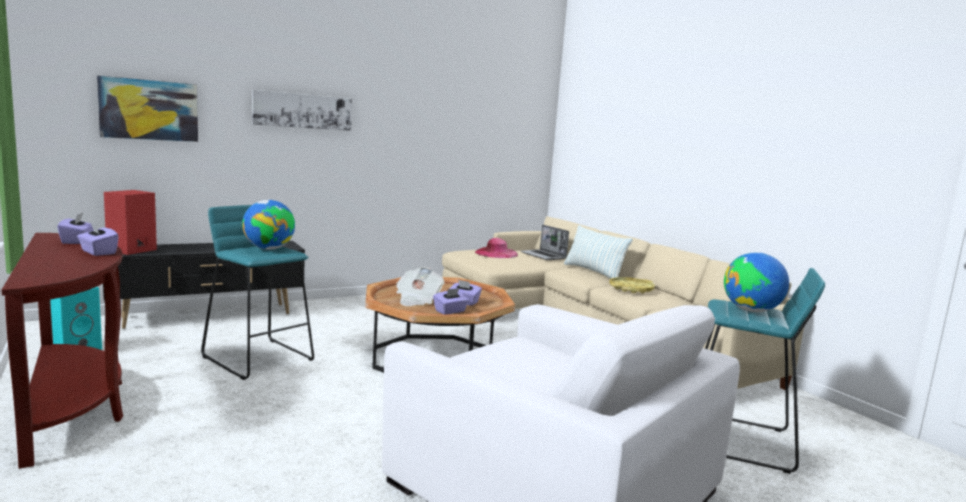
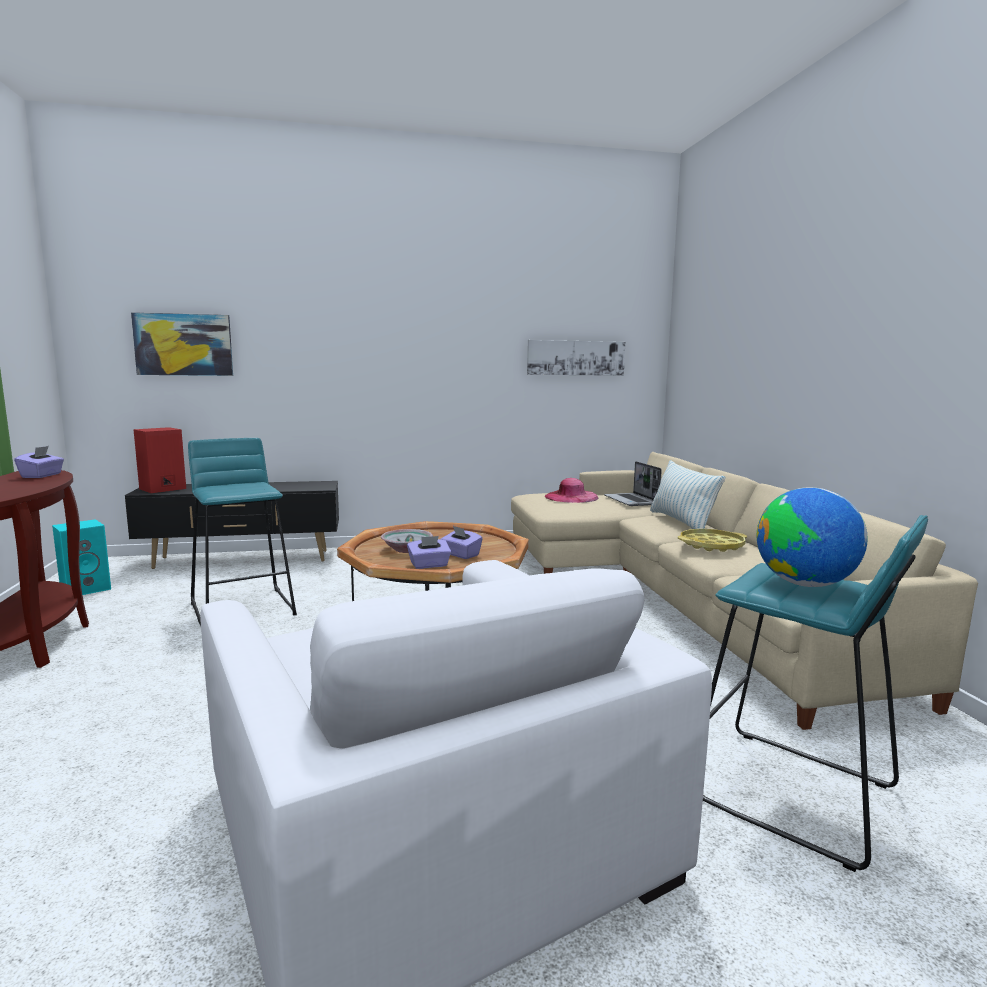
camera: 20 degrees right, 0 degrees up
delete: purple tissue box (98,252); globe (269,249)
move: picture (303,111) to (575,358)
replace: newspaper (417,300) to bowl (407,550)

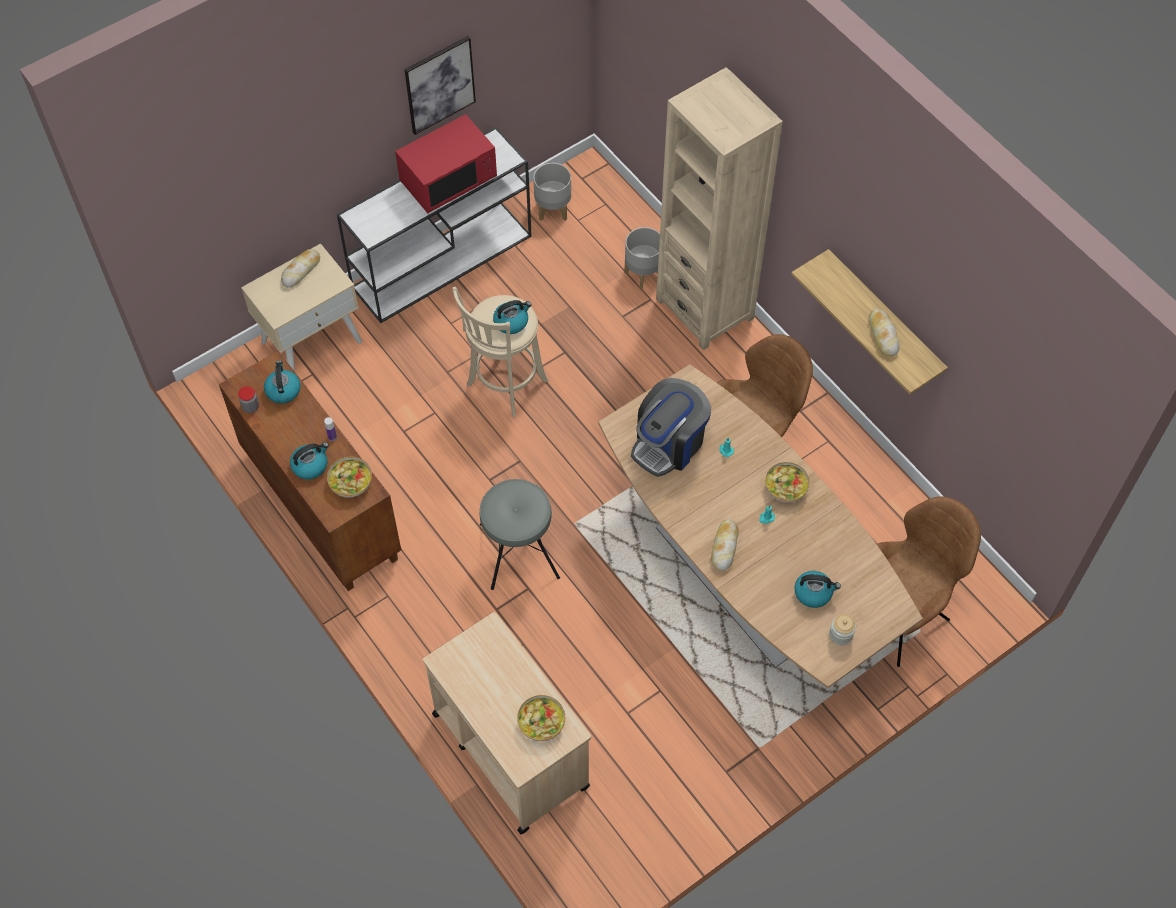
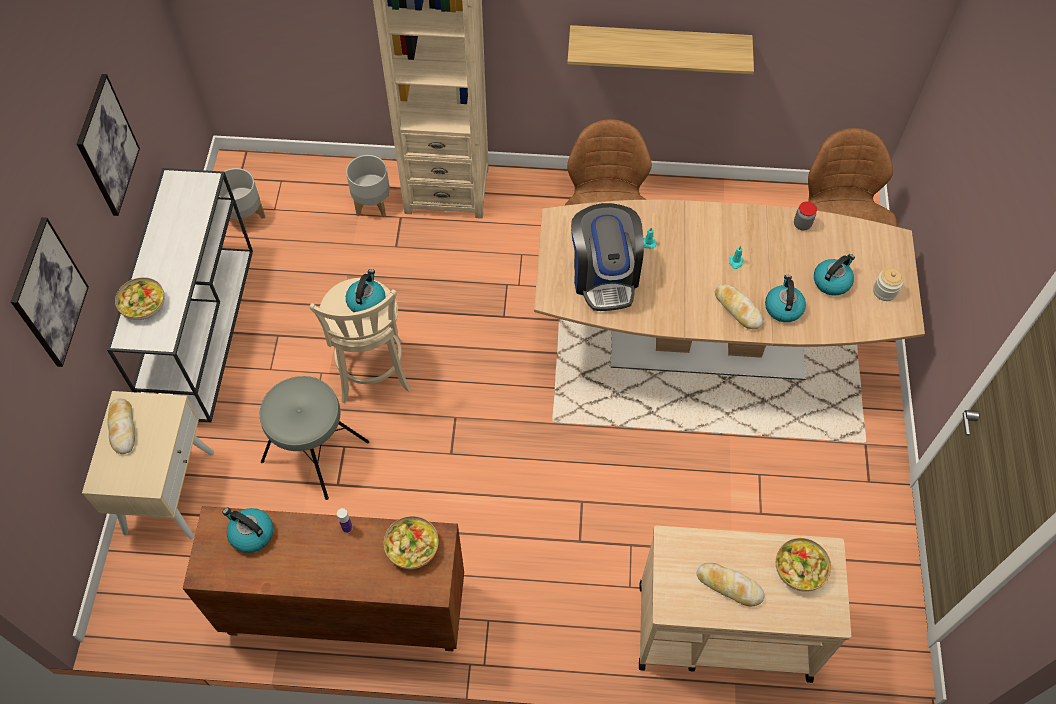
camera: 50 degrees left, 0 degrees up
delete: red microwave (448,180)
insert: picture (49,293)
move: jar (250,407) to (802,224); kettle (310,465) to (783,307); grey stool (518,551) to (314,452); bowl (786,488) to (144,305); bread (883,335) to (729,586)

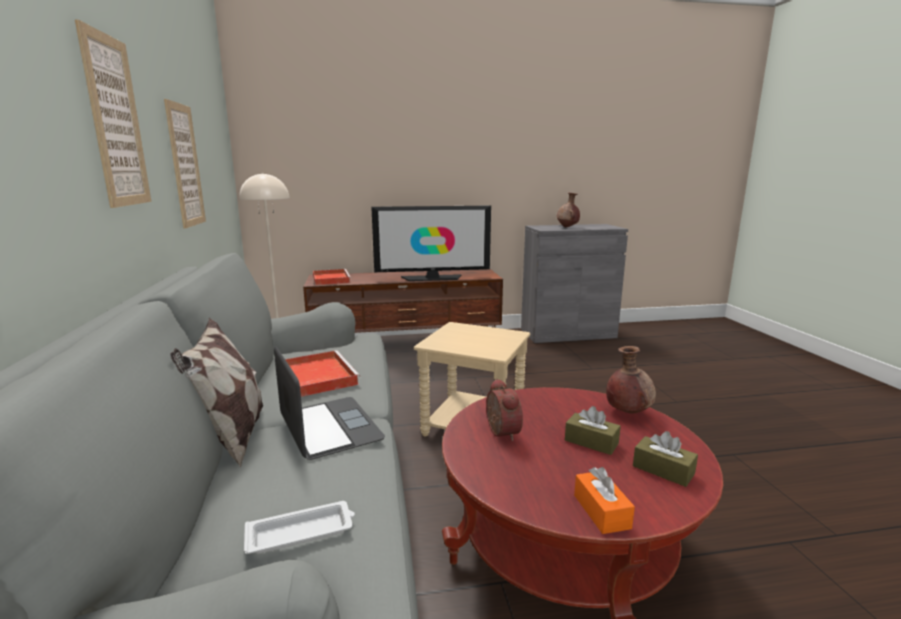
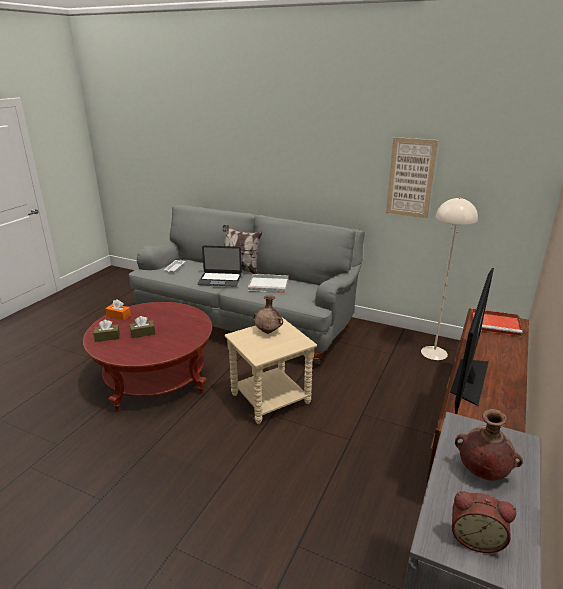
camera: 125 degrees right, 10 degrees up
delete: picture (116,122)
move: alarm clock (500,432) to (475,537); brown vase (627,412) to (268,332)
recolor: red tray (317,376) to white tray (269,285)

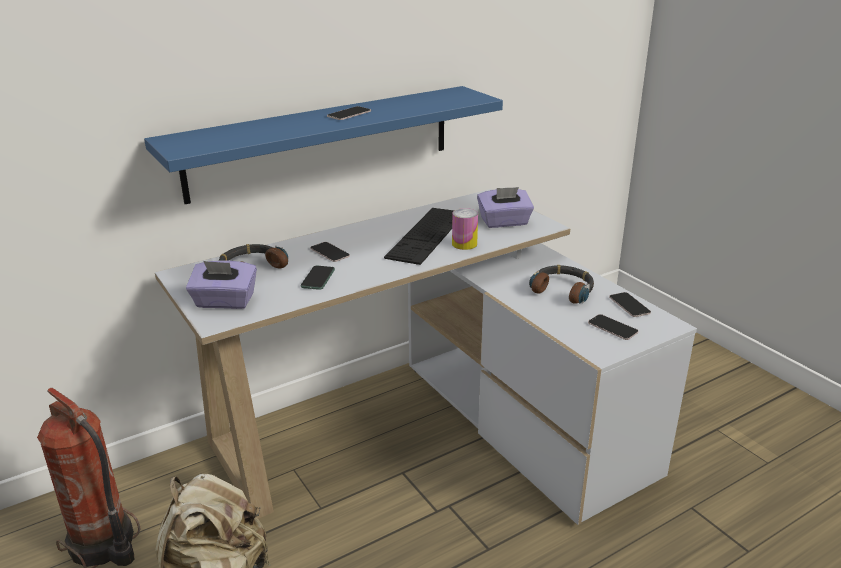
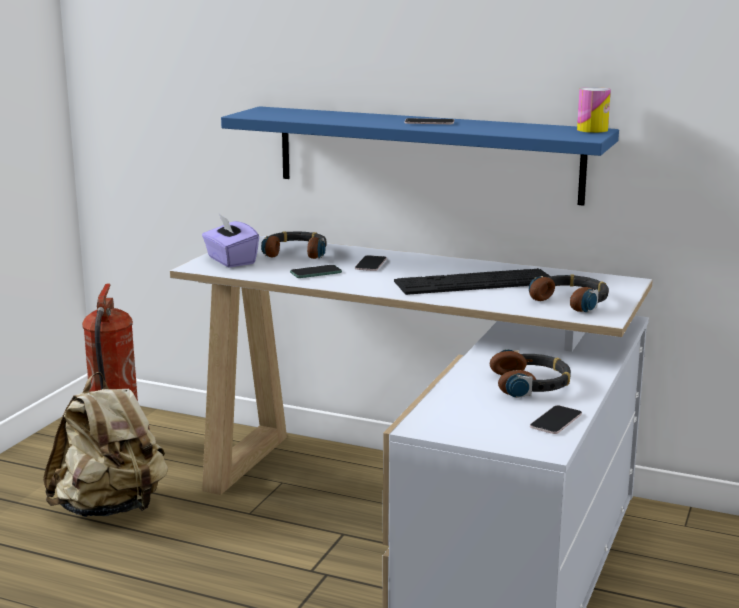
camera: 55 degrees right, 10 degrees down
delete: phone (612,328)
move: can (464,244) to (592,130)
replace: purple tissue box (504,222) to headphones (571,301)

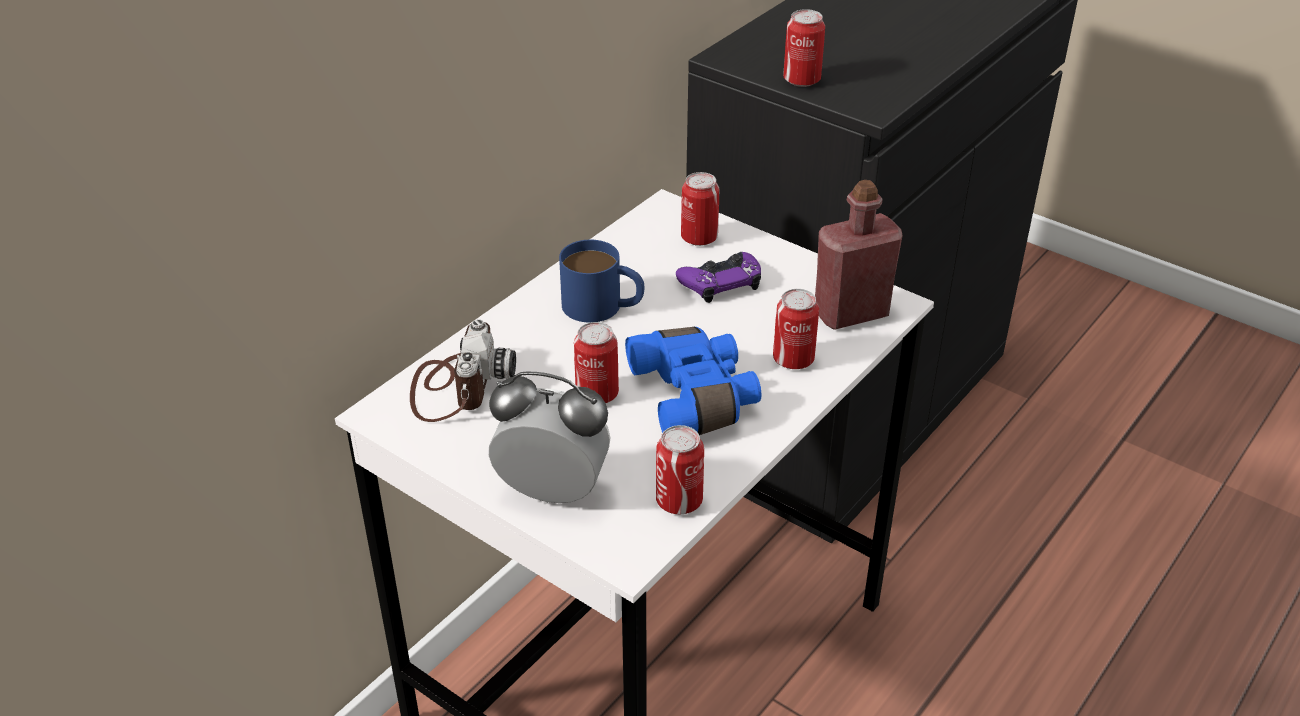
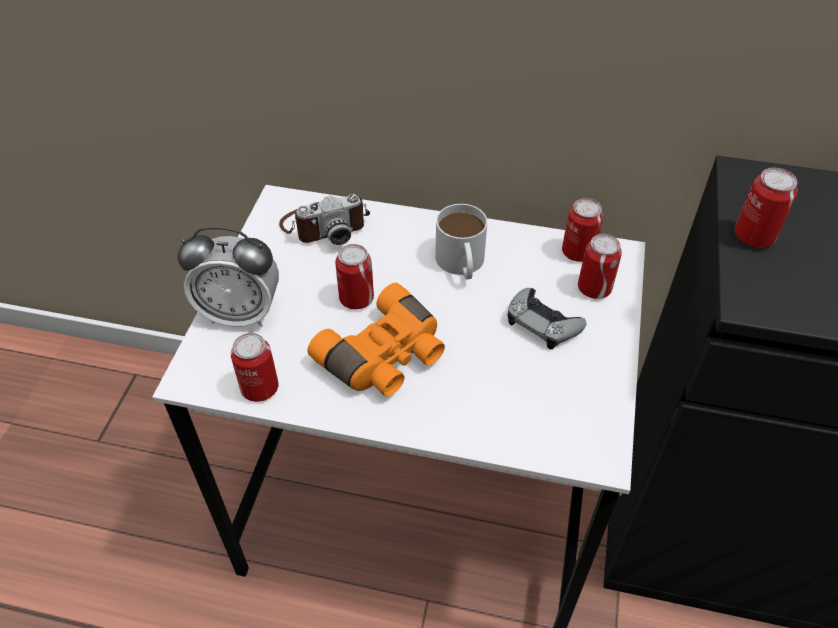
camera: 65 degrees right, 10 degrees up
delete: red bottle (851,313)
move: can (793,359) to (577,252)
recolor: blue mug (603,306) to white mug (461,264); blue binoculars (696,396) to orange binoculars (385,357); purple game controller (721,282) to grey game controller (543,323)
rotate: alarm clock (552,491) = (240,313) 105 degrees clockwise

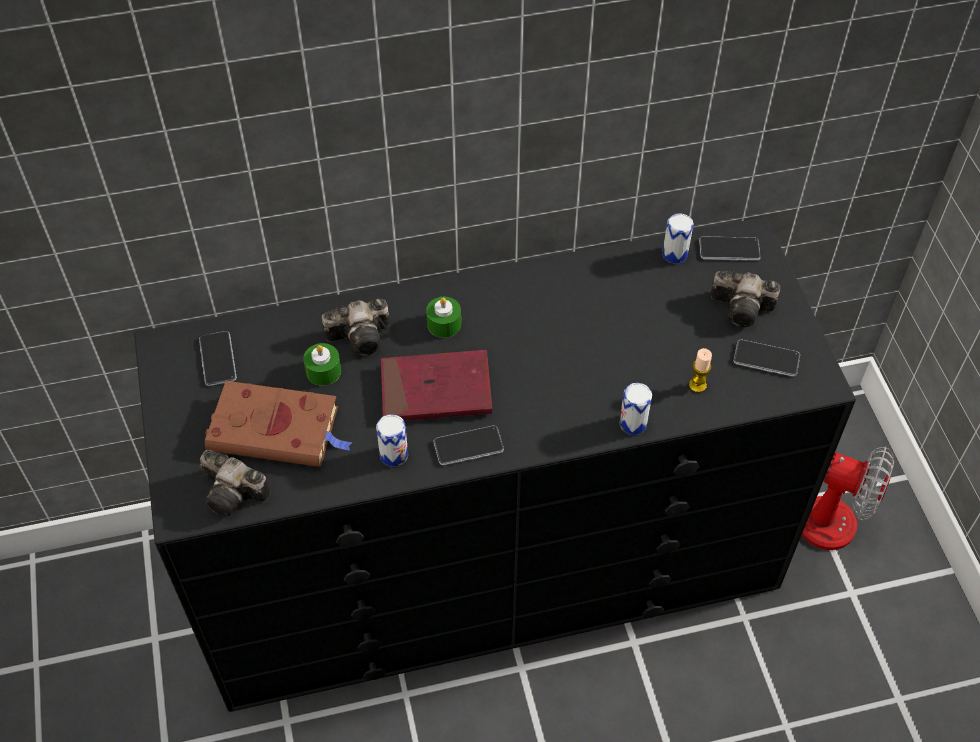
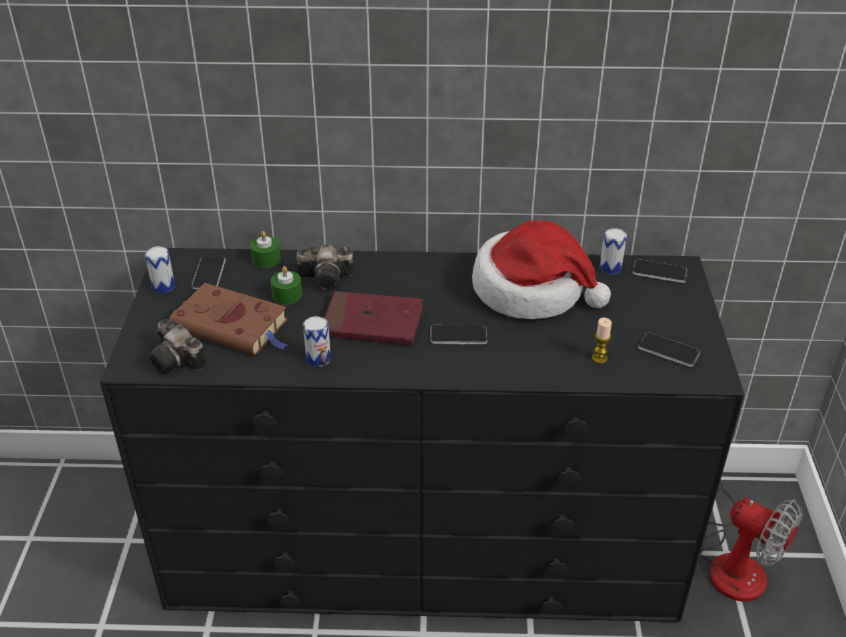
camera: 15 degrees right, 15 degrees down
delete: photo camera (744,308)
insert: hat (531,290)
move: green candle (444,324) to (266,259); phone (468,446) to (458,336); can (633,423) to (163,286)

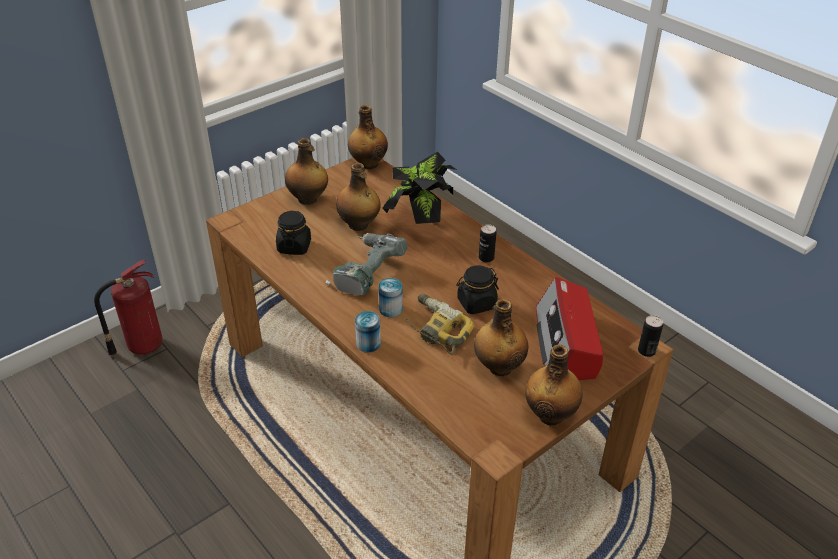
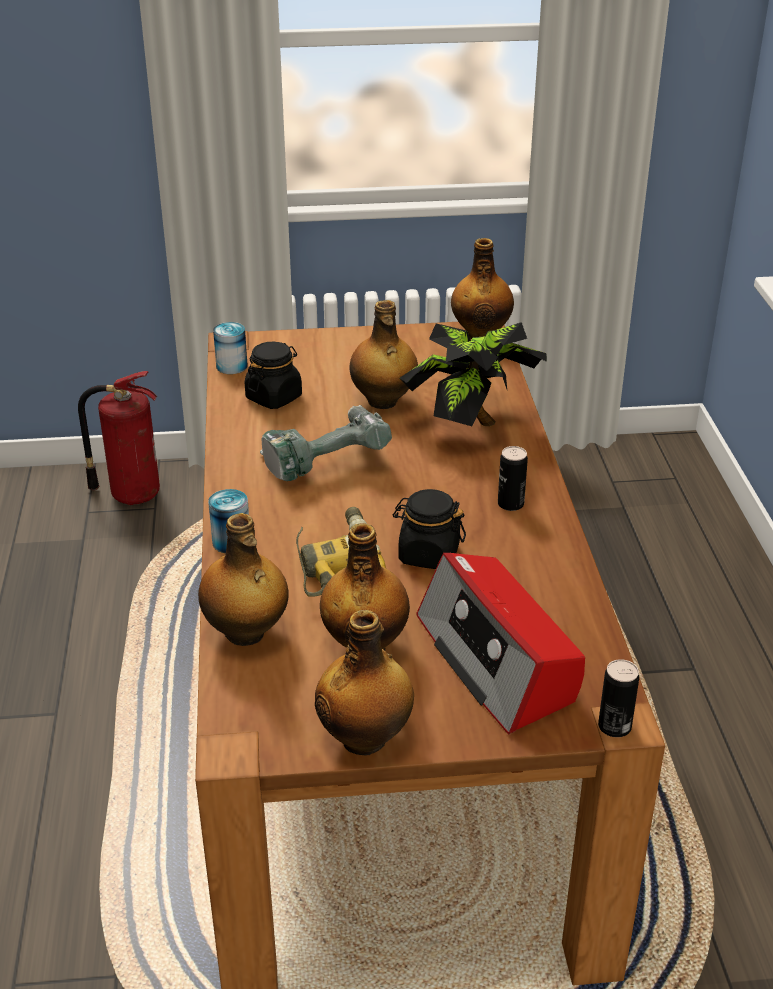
camera: 35 degrees right, 5 degrees down
move: bottle (308,199) to (246,633); can (390,309) to (231,366)
rotate: radio (566,344) = (497,660) 60 degrees counterclockwise

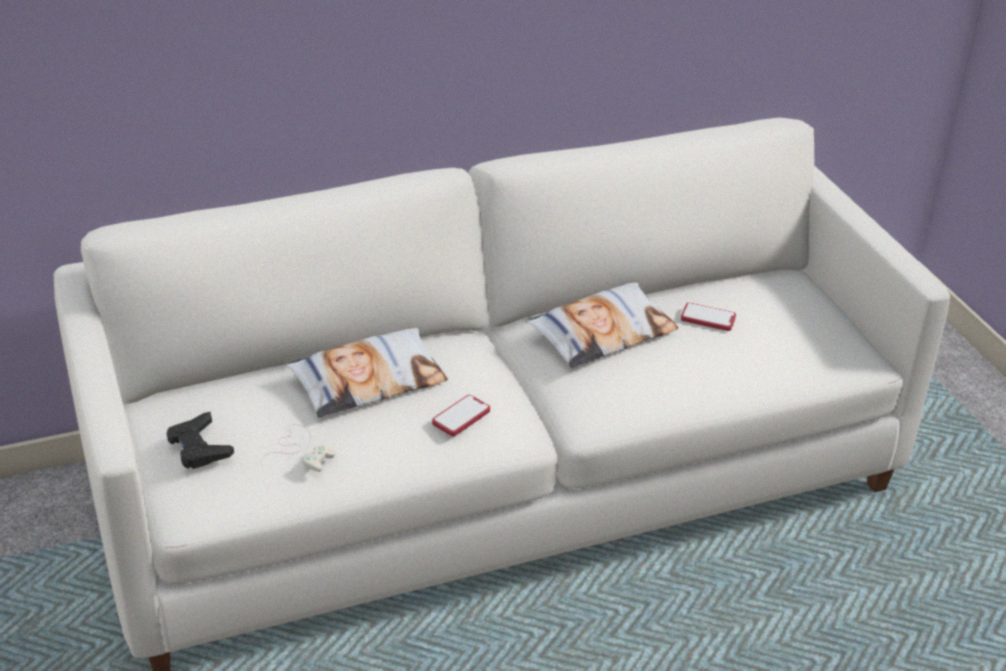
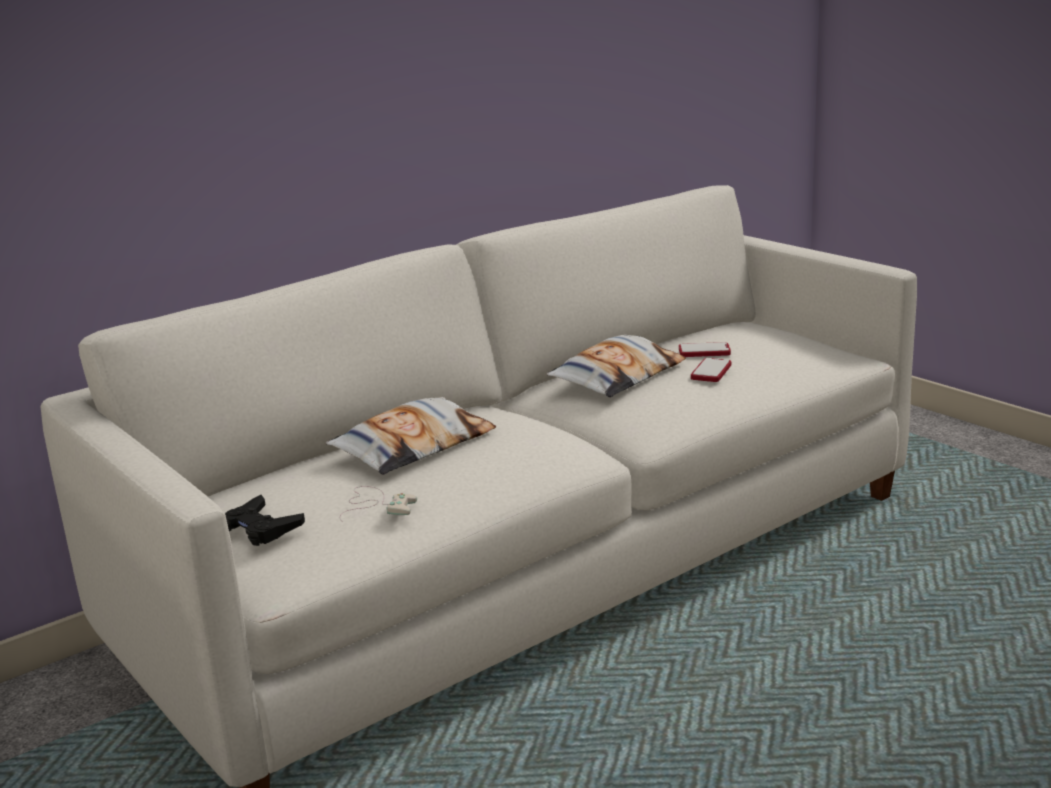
camera: 15 degrees left, 15 degrees down
move: phone (461,417) to (711,372)

